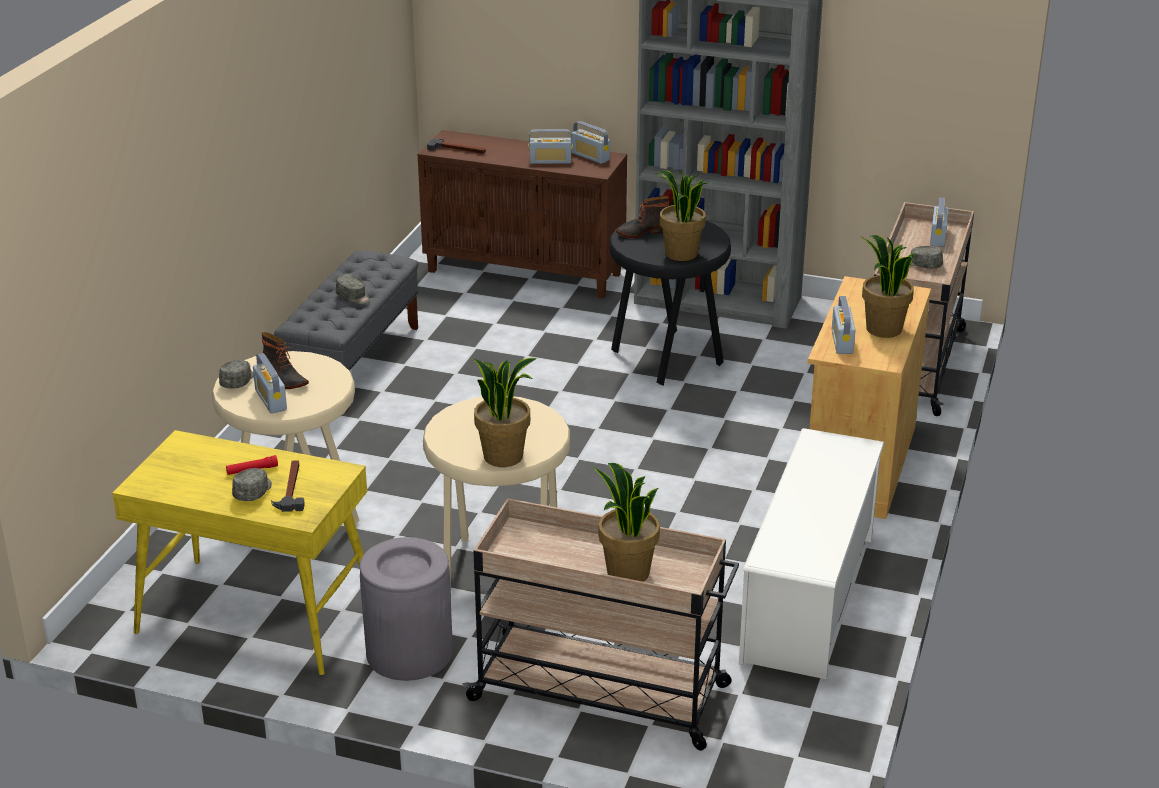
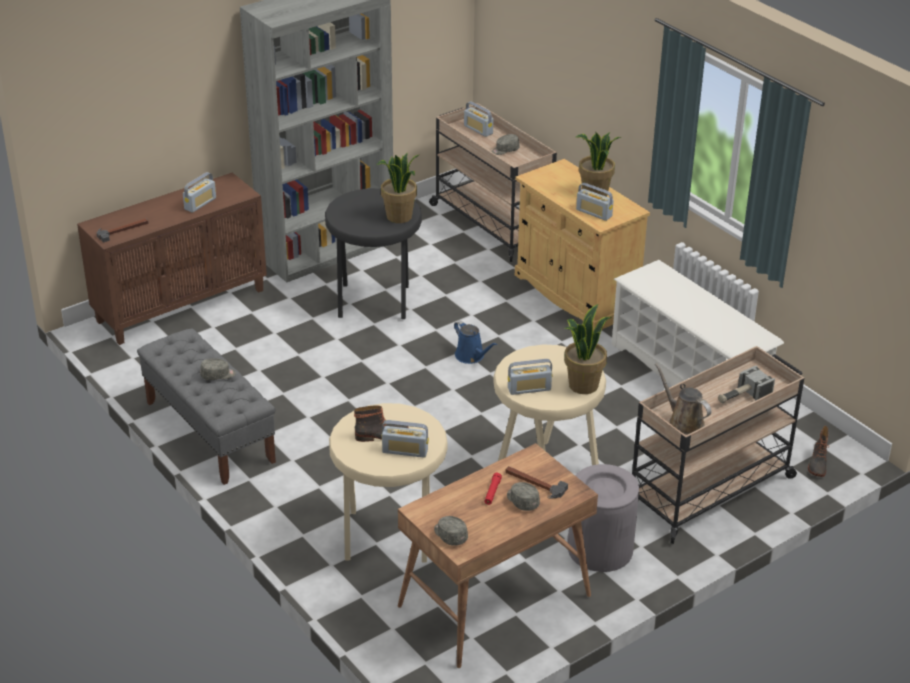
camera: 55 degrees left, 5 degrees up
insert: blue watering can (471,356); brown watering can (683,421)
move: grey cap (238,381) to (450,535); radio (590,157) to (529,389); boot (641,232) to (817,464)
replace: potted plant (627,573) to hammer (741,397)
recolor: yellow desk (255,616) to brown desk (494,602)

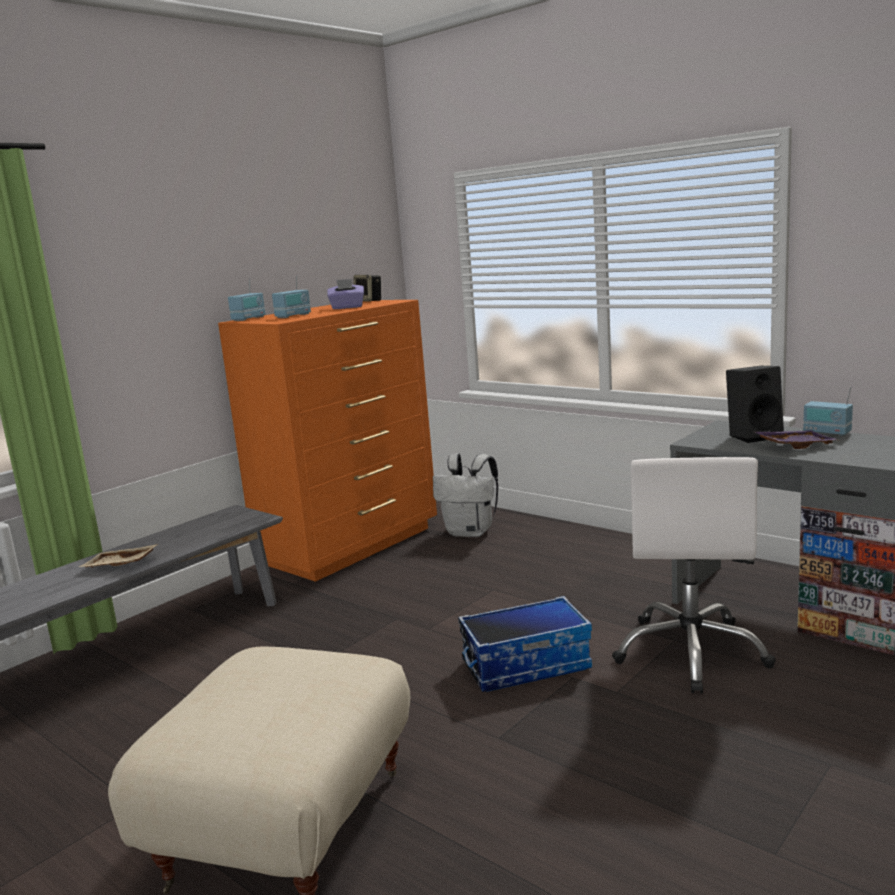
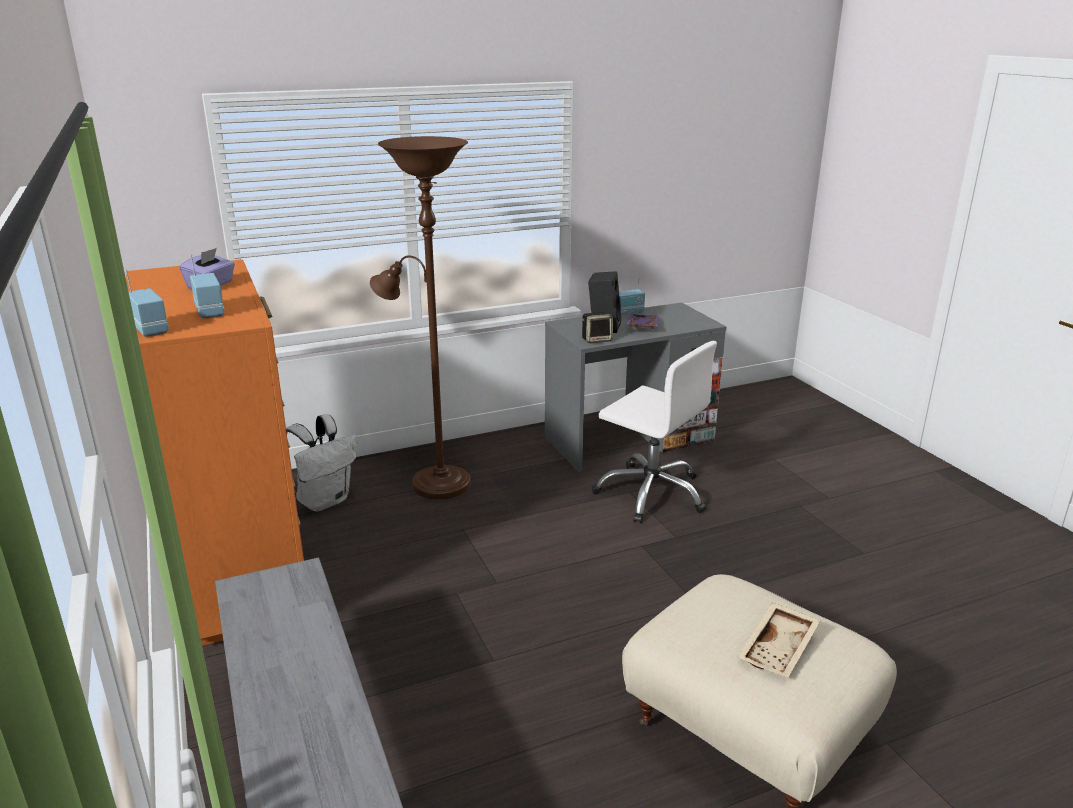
camera: 65 degrees left, 10 degrees up
delete: storage box (526,665)
insert: brown floor lamp (434,482)
move: beige tray (120,566) to (779,649); speaker (369,301) to (597,340)

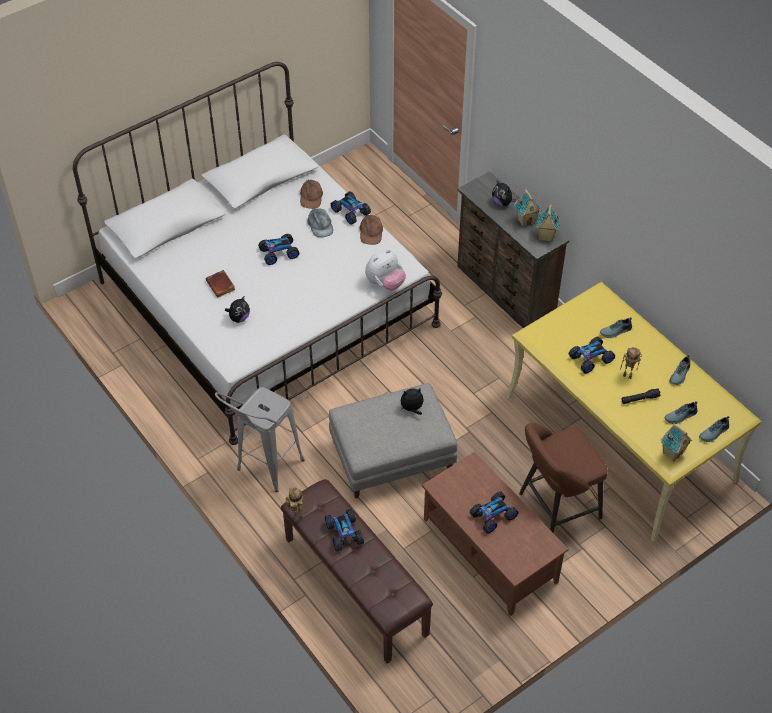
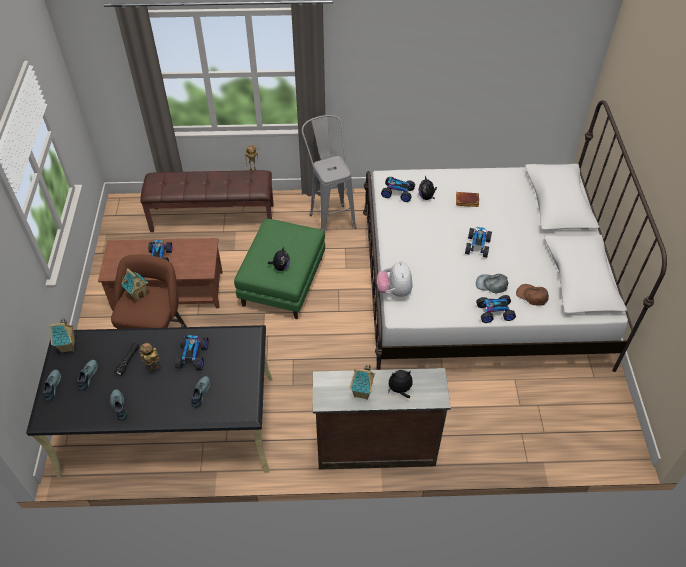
camera: 125 degrees right, 0 degrees up
delete: brown cap (371,232)
move: toy car (345,533) to (397,193); toy house (545,237) to (138,295)
recolor: grey ottoman (391,457) to green ottoman (282,281); yellow desk (620,438) to black desk (169,426)

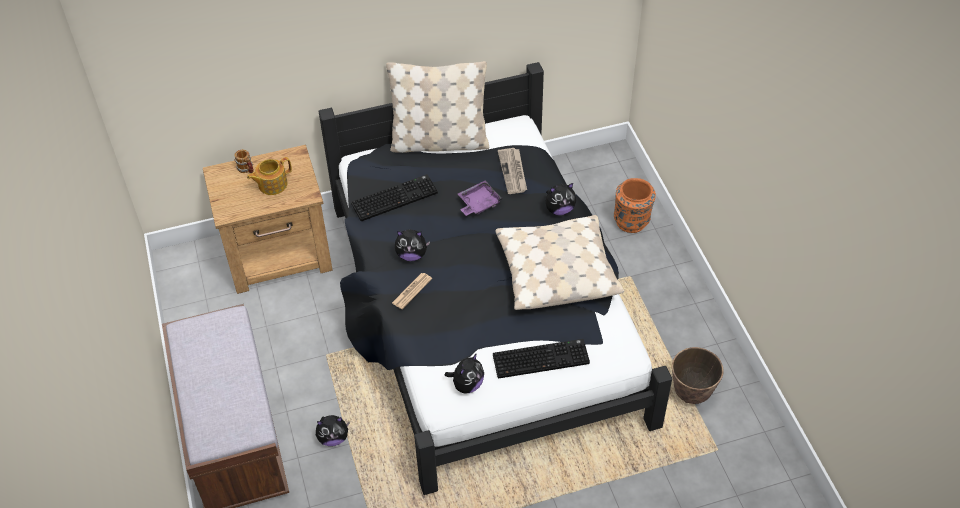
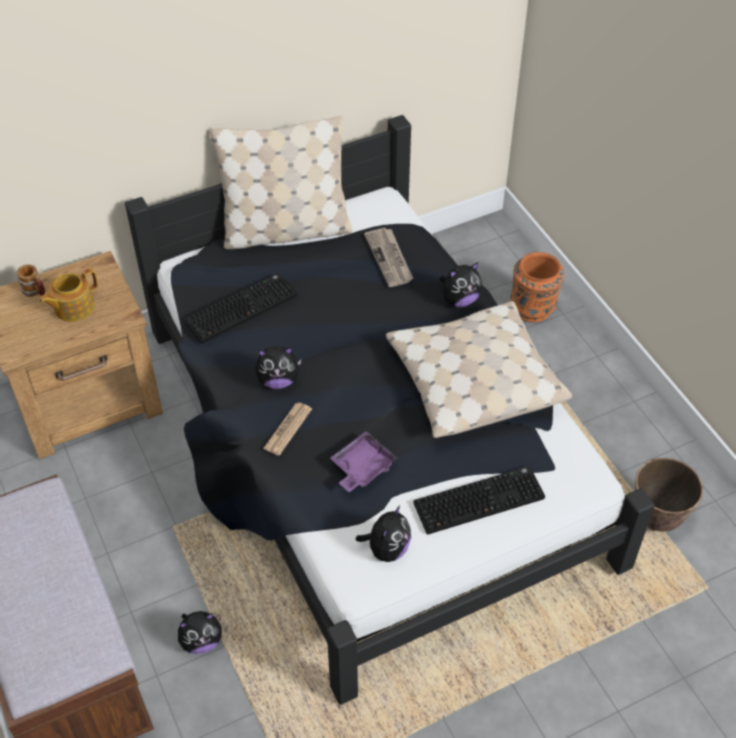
camera: 10 degrees left, 0 degrees up
move: purple tray (478,203) to (362,467)

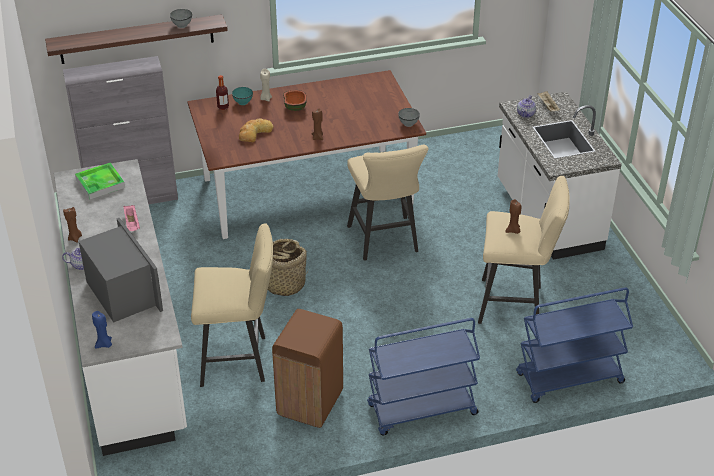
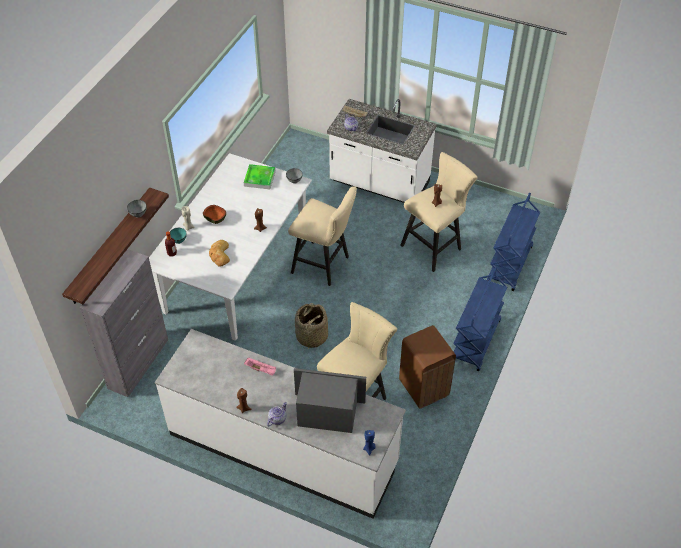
camera: 50 degrees left, 10 degrees up
move: tray (100,183) to (259,178)
recolor: brown dining table (307,191) to white dining table (236,270)

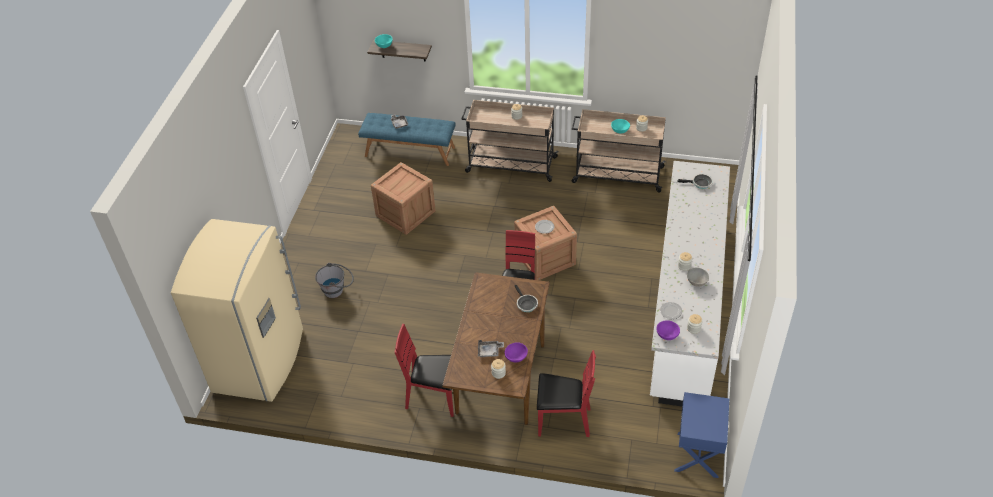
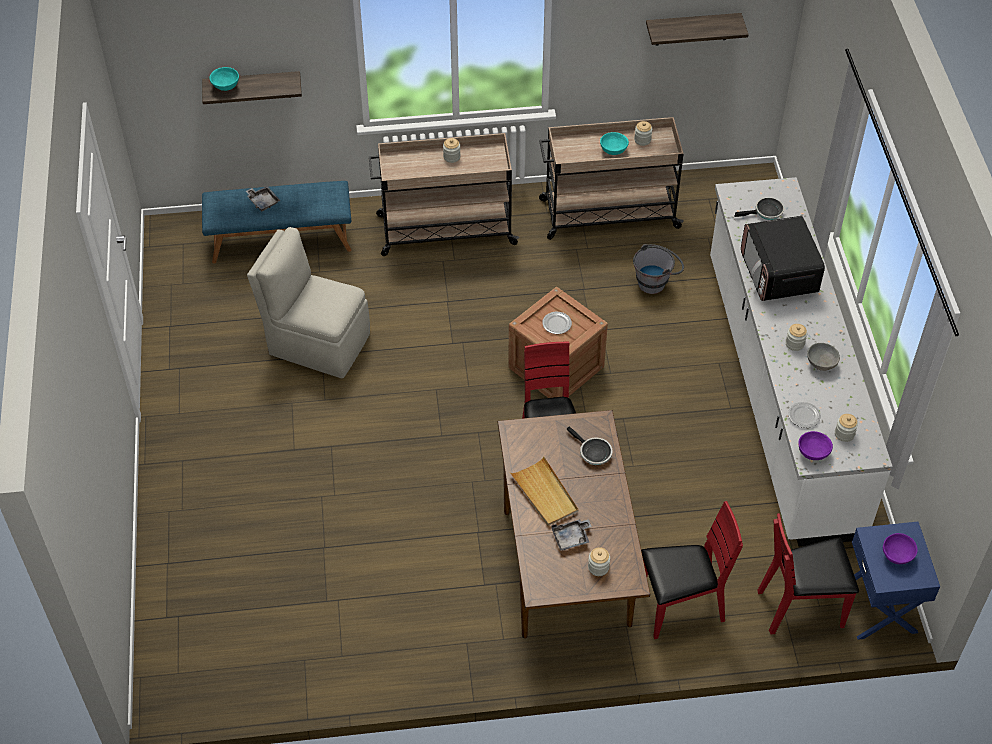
camera: 20 degrees left, 5 degrees up
delete: beige fridge (261,361)
insert: beige tray (544,493); shelf (692,29); microwave (778,274)
move: grey bucket (337,290) to (656,281); red chair (433,398) to (801,607); purple bowl (516,358) to (897,556)
replace: crate (405,213) to beige chair (317,343)

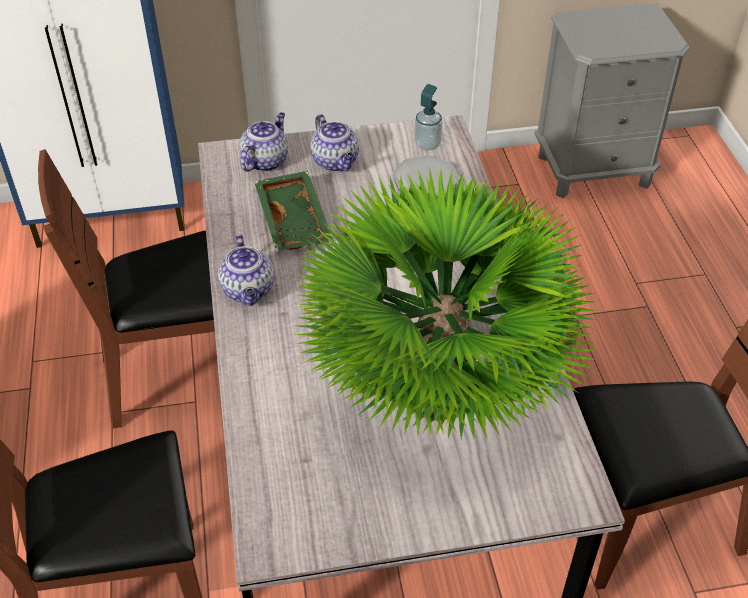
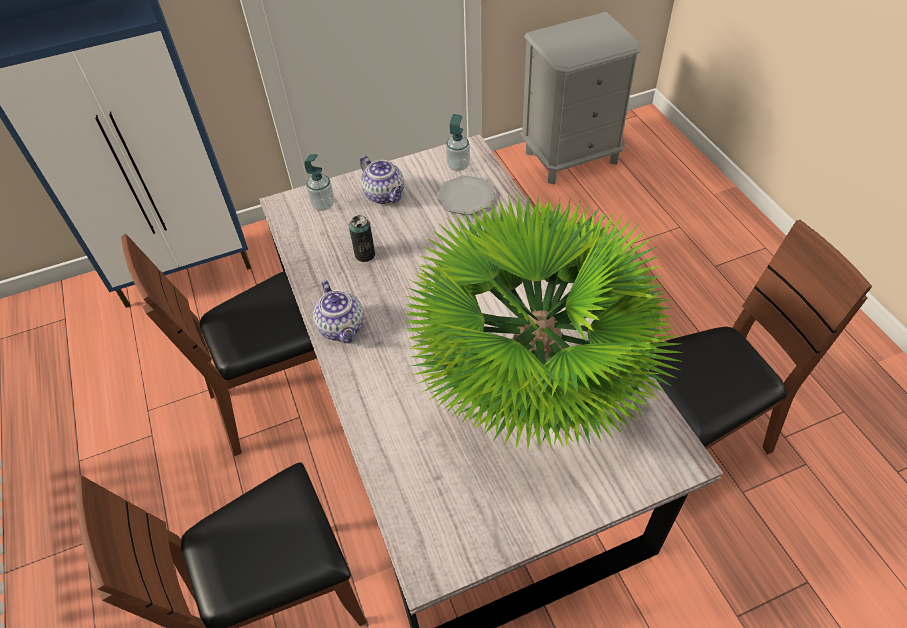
camera: 10 degrees left, 5 degrees up
replace: teapot (265,161) to soap dispenser (323,205); green tray (295,220) to can (365,254)

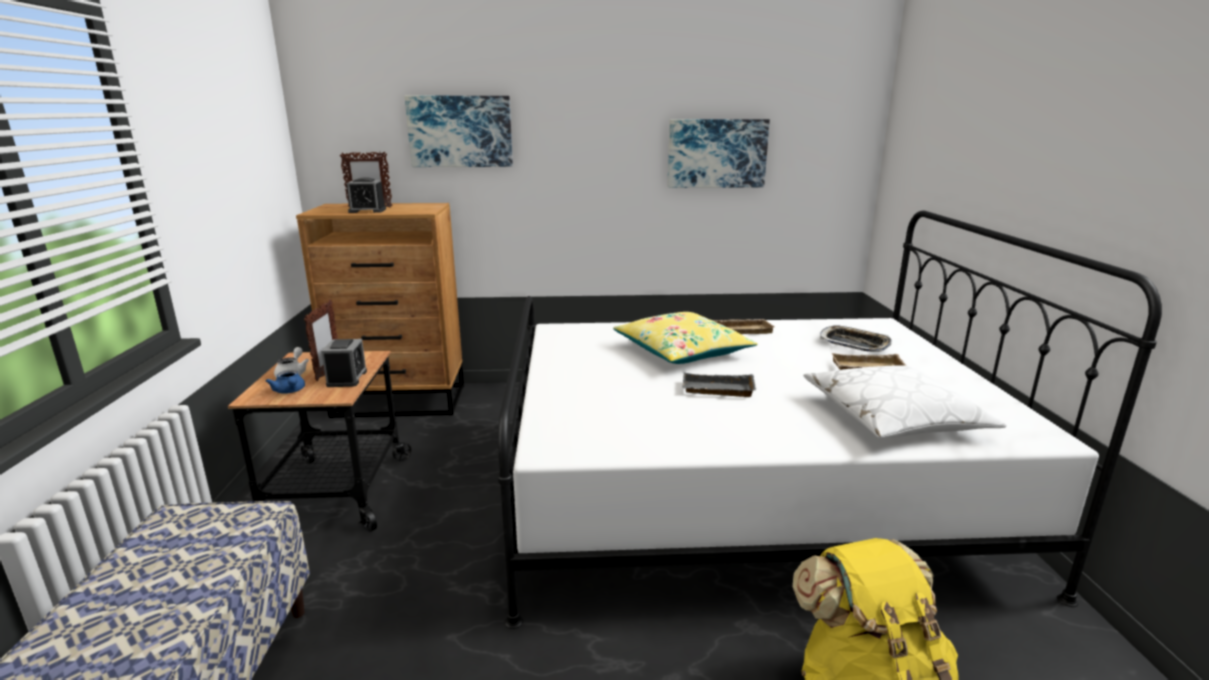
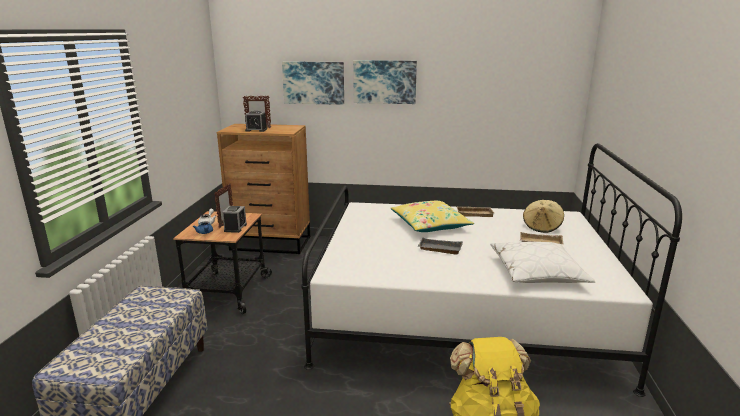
camera: 10 degrees right, 0 degrees up
move: picture (716,153) to (384,82)
replace: tray (854,343) to beige hat (542,227)

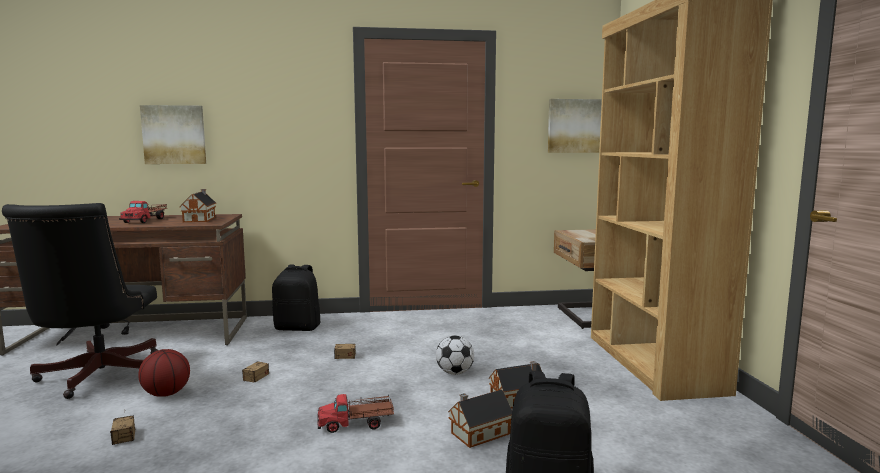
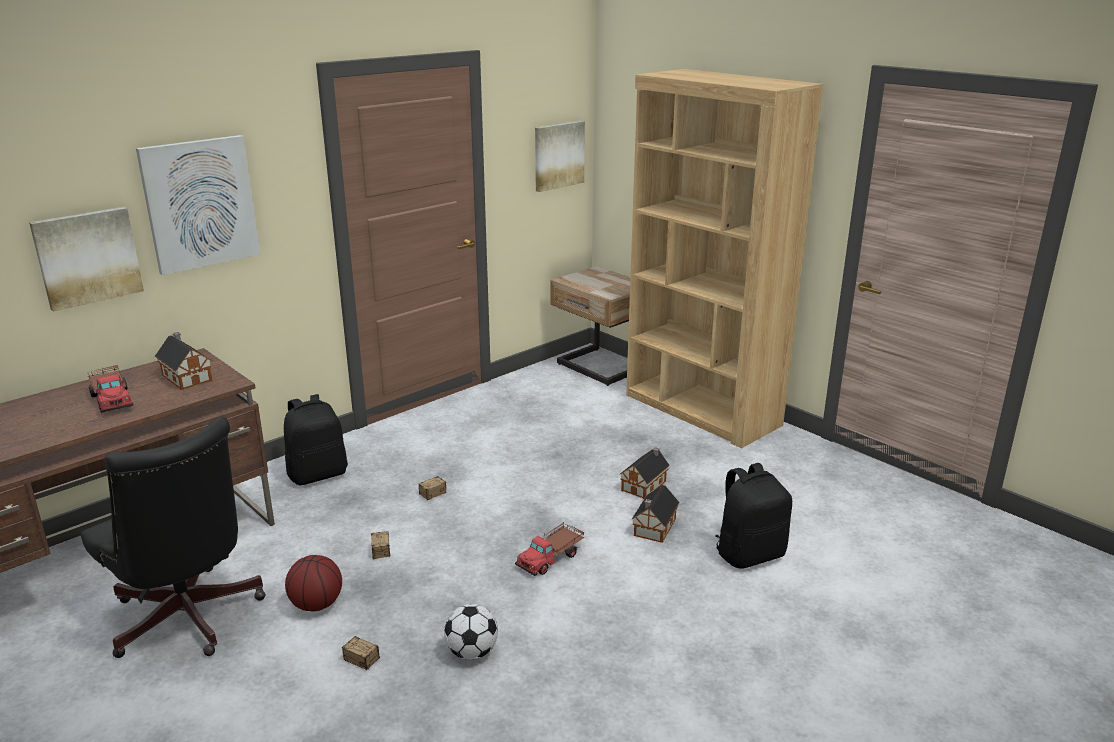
camera: 35 degrees left, 15 degrees up
insert: picture (200,203)
move: football (455,373) to (472,652)

